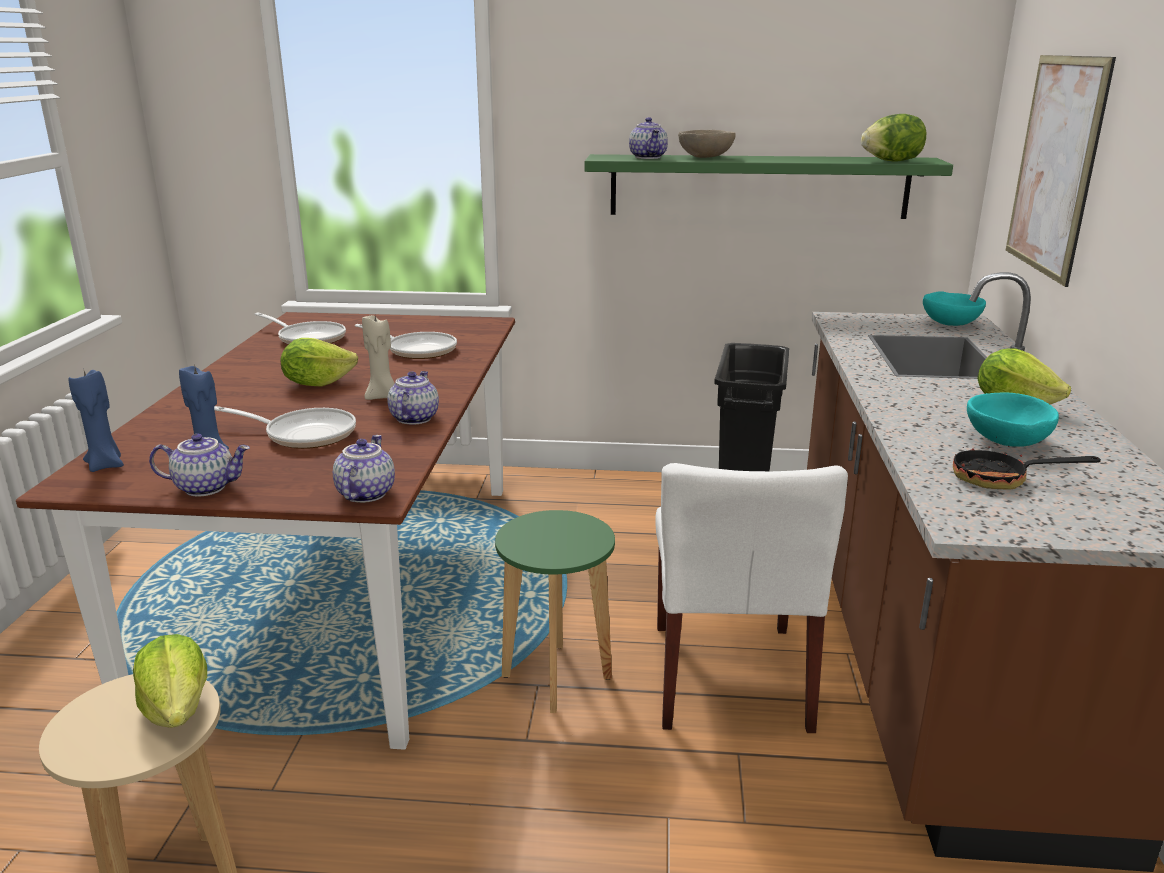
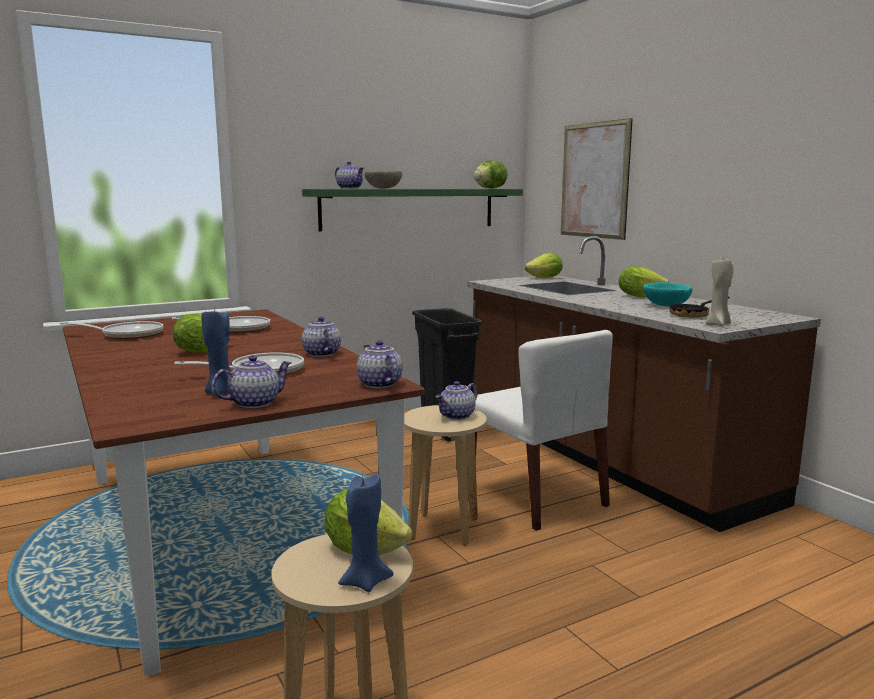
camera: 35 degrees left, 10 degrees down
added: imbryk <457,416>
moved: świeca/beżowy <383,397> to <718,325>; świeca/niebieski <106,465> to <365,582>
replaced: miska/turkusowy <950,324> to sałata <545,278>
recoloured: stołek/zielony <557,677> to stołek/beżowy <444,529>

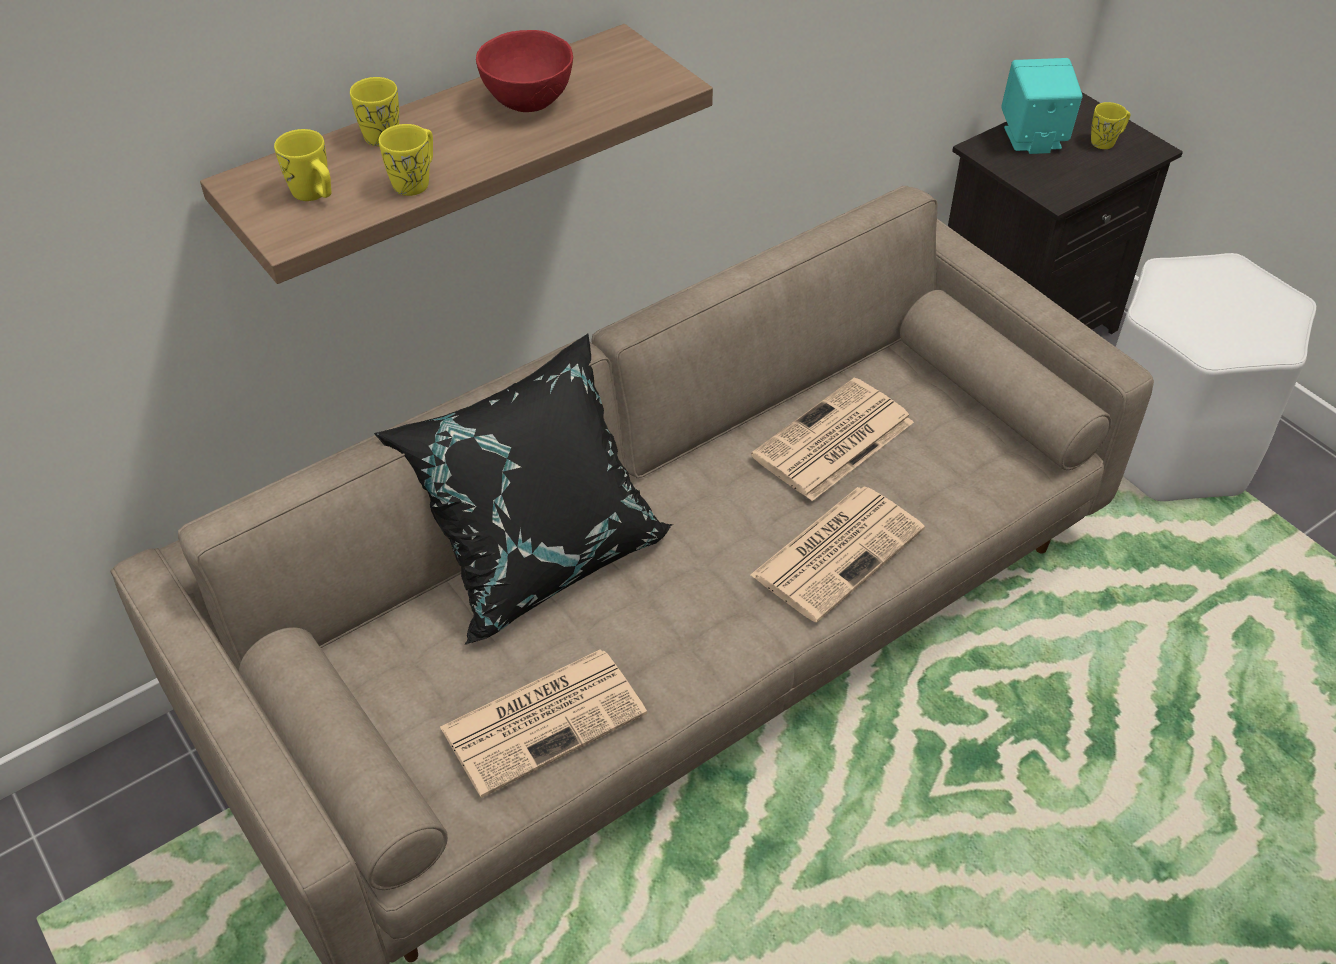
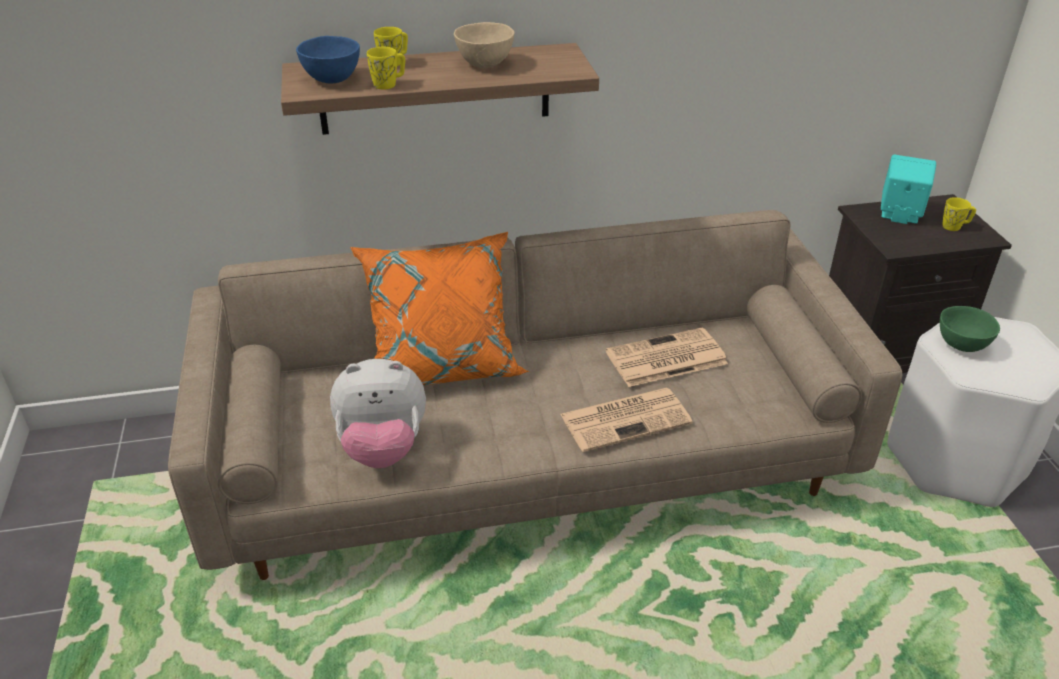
camera: 25 degrees right, 10 degrees down
added: miska/zielony <962,346>
replaced: kubek/żółty <315,194> to miska/niebieski <331,79>; gazeta <545,719> to pluszak <383,448>
recoloured: miska/czerwony <528,101> to miska/beżowy <485,64>; poduszka/czarny <540,552> to poduszka/pomarańczowy <443,364>

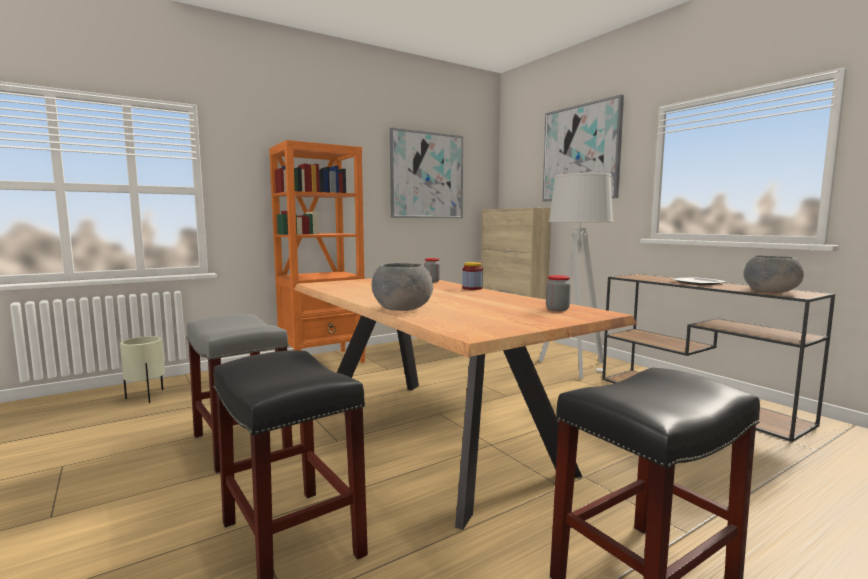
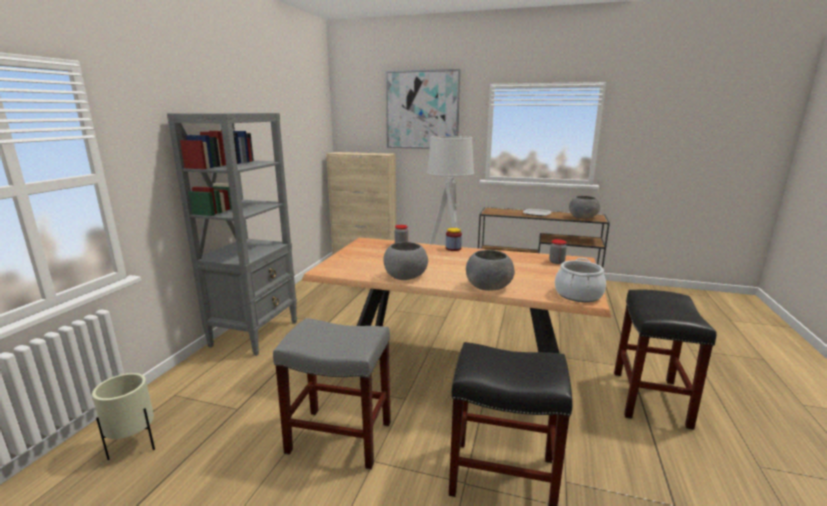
camera: 40 degrees left, 10 degrees up
removed: obraz <427,175>
added: miska/szary <406,276>; garnek <578,294>
recoloured: regał/pomarańczowy <323,361> to regał/szary <255,333>

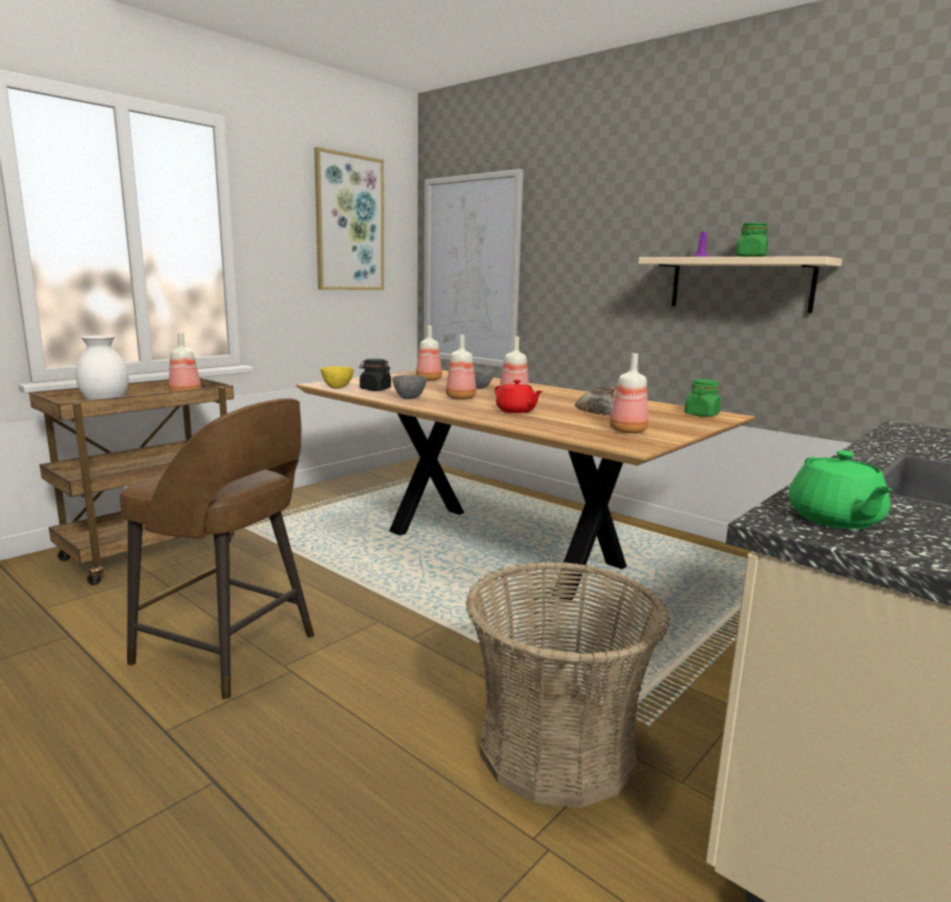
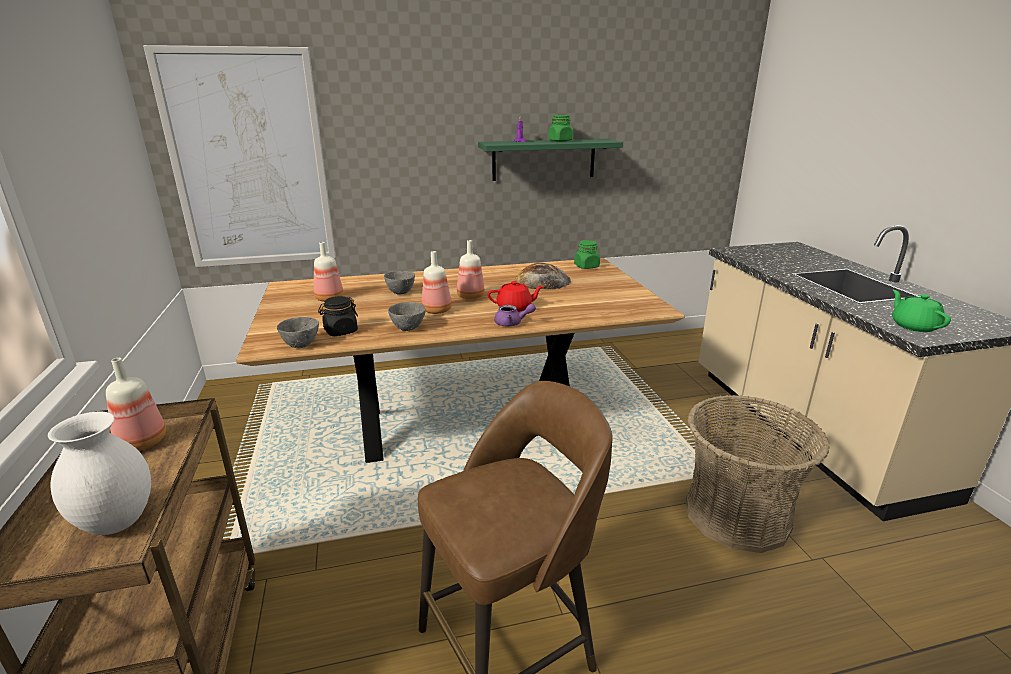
camera: 55 degrees left, 10 degrees up
removed: obraz <349,223>; butelka <626,431>
added: imbryk/fioletowy <512,323>
recoloured: półka/beżowy <740,284> to półka/zielony <544,159>; miska/żółty <337,387> to miska/szary <300,345>
turned: imbryk/zielony <835,520> = <913,326> 135 degrees counterclockwise

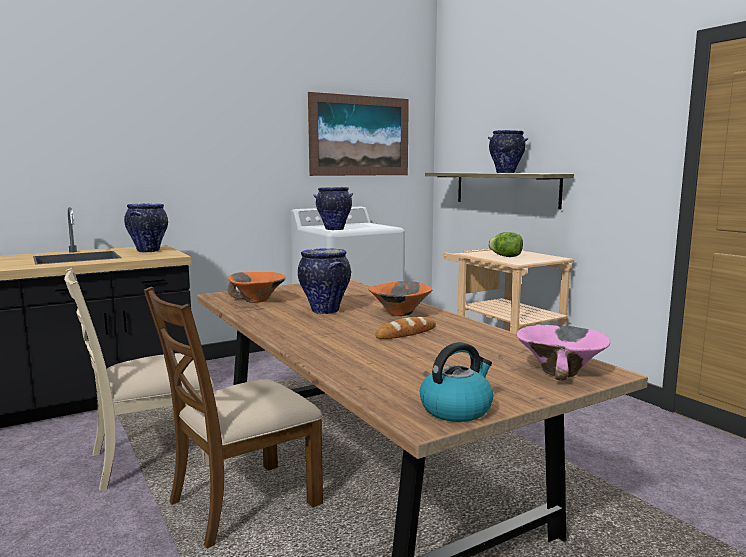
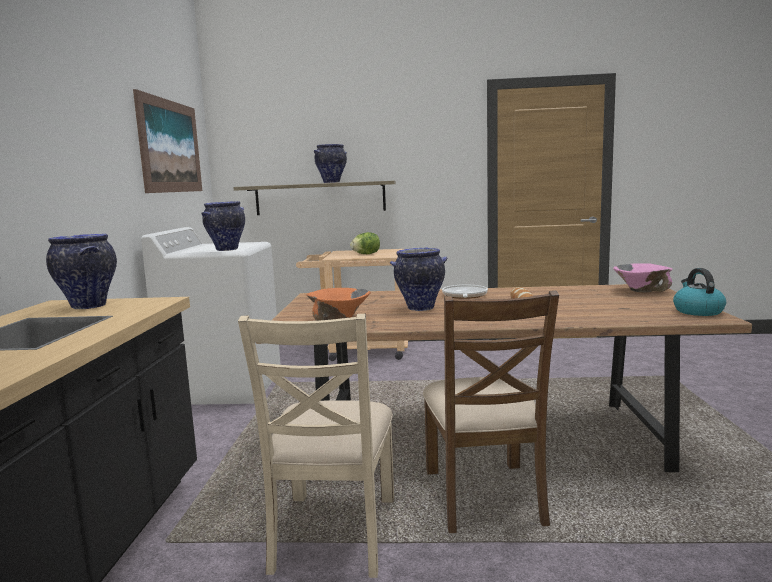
camera: 55 degrees left, 0 degrees up
replaced: miska/pomarańczowy <399,314> to patelnia <464,296>

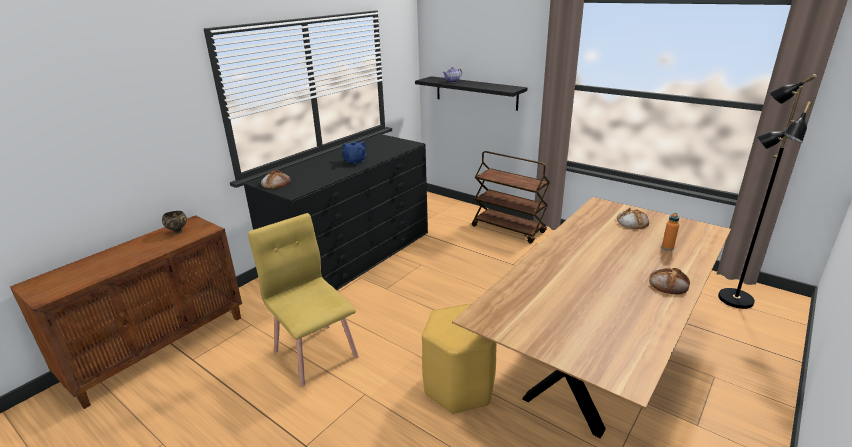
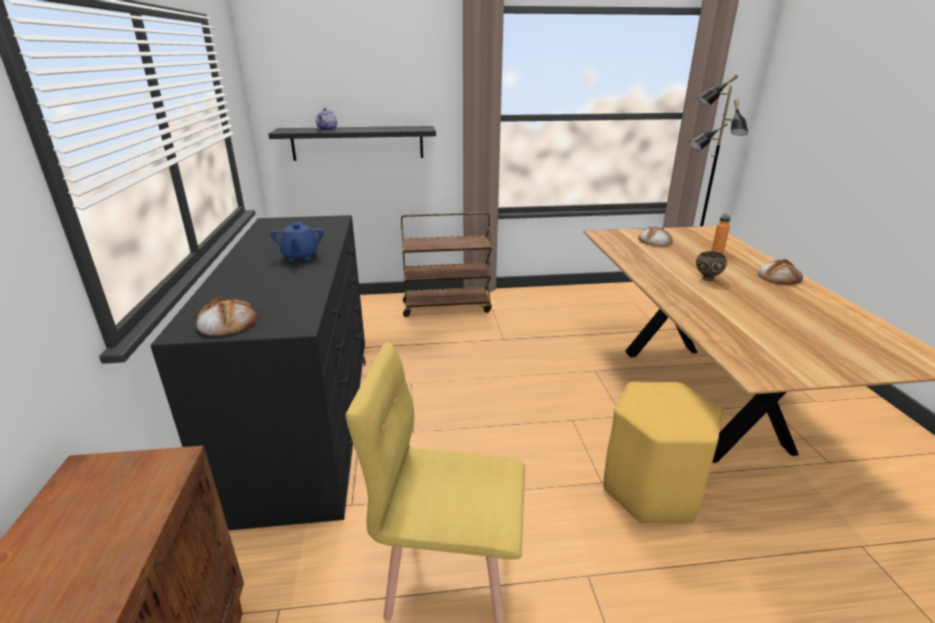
camera: 45 degrees left, 0 degrees up
moved: miska/brązowy <178,231> to <707,278>

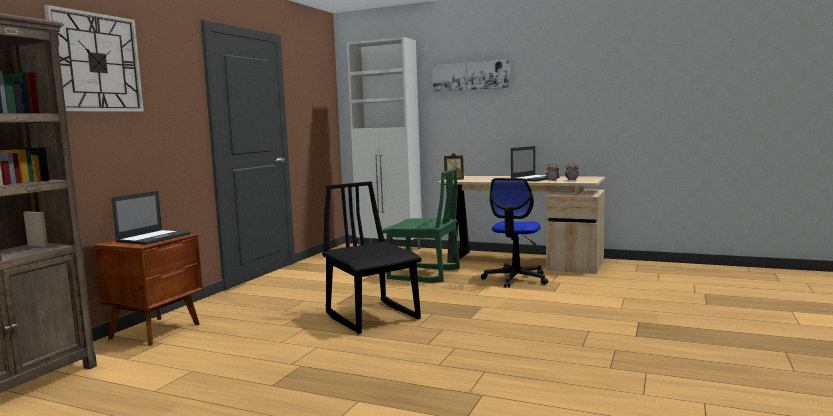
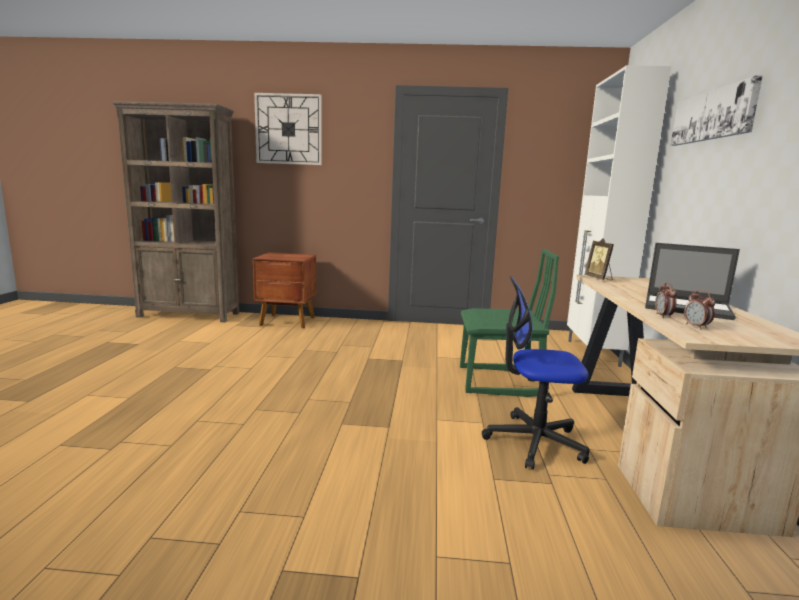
camera: 70 degrees right, 5 degrees up
removed: krzesło/czarny <373,317>; laptop <154,238>
turned: krzesło/zielony <423,275> = <499,382> 90 degrees counterclockwise

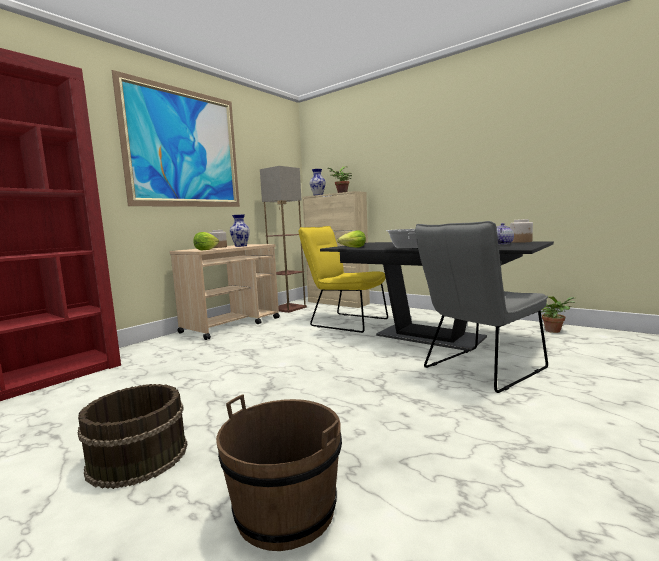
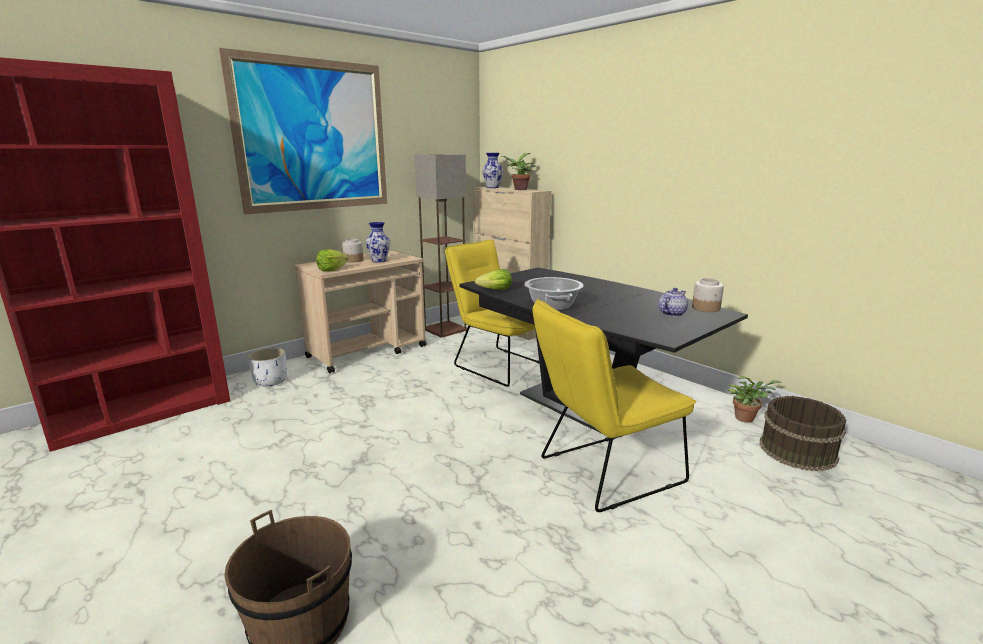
camera: 10 degrees right, 10 degrees up
added: donica/biały <271,381>
moved: wiadro/brązowy <138,456> to <796,450>
recoloured: krzesło/szary <479,370> to krzesło/żółty <603,472>

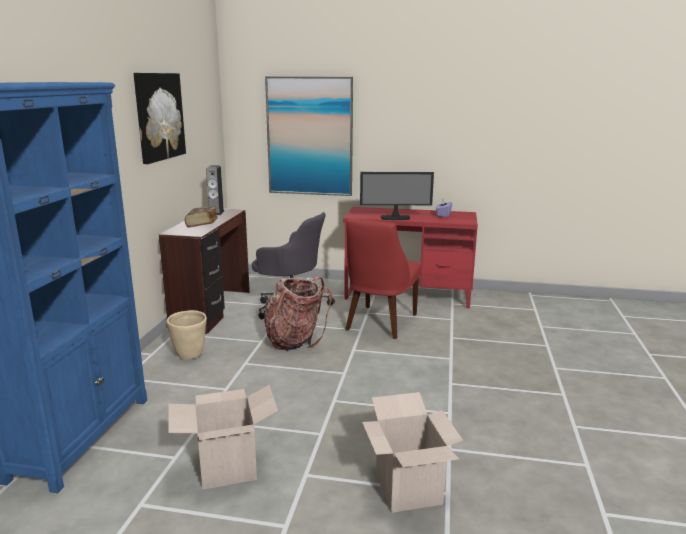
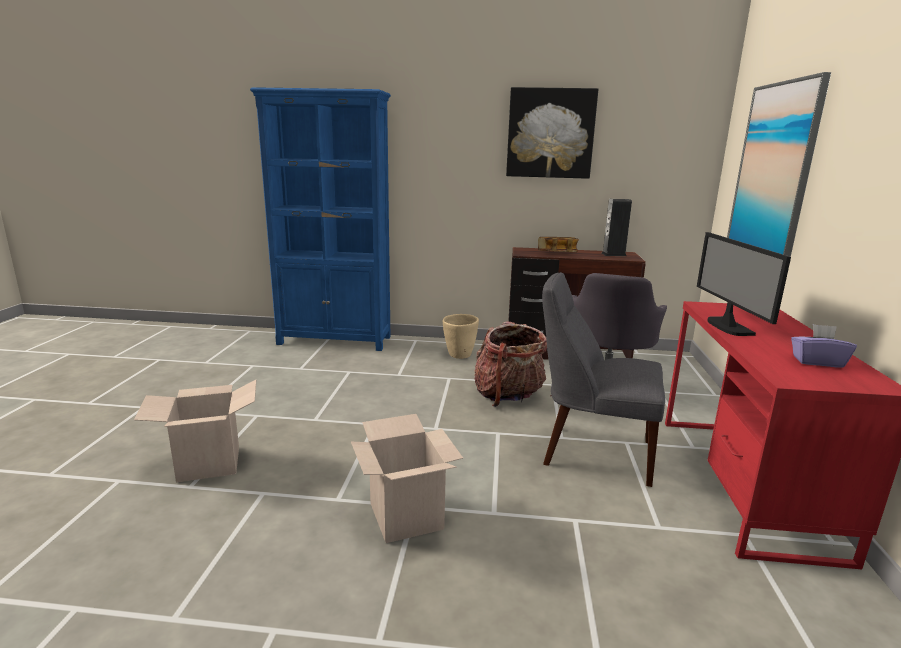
camera: 85 degrees right, 0 degrees up
moved: karton <227,468> to <406,516>
recoloured: krzesło/czerwony <379,323> to krzesło/szary <592,452>

